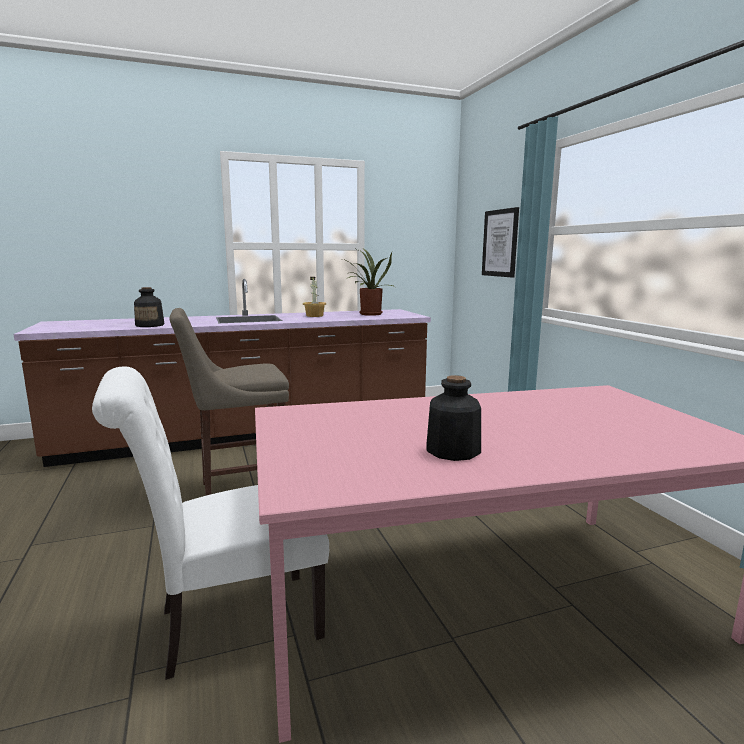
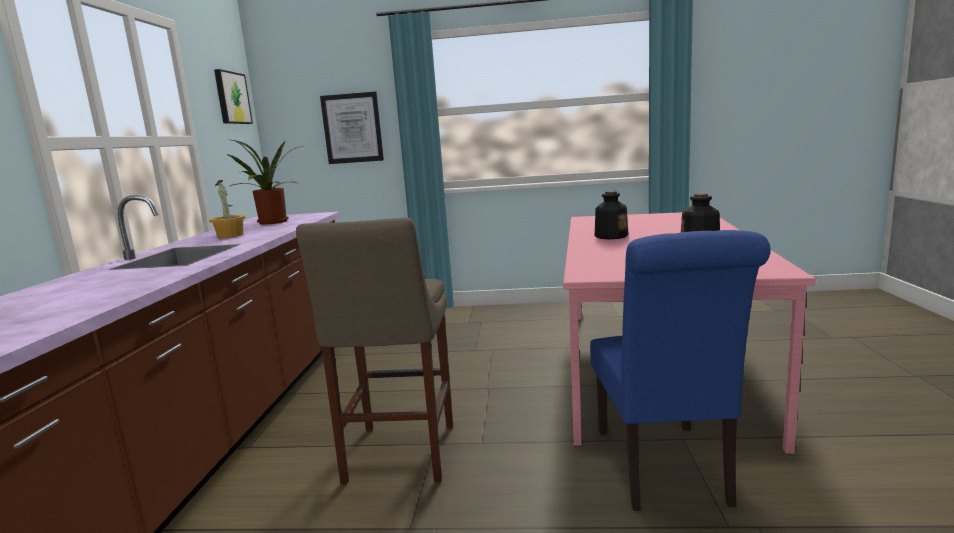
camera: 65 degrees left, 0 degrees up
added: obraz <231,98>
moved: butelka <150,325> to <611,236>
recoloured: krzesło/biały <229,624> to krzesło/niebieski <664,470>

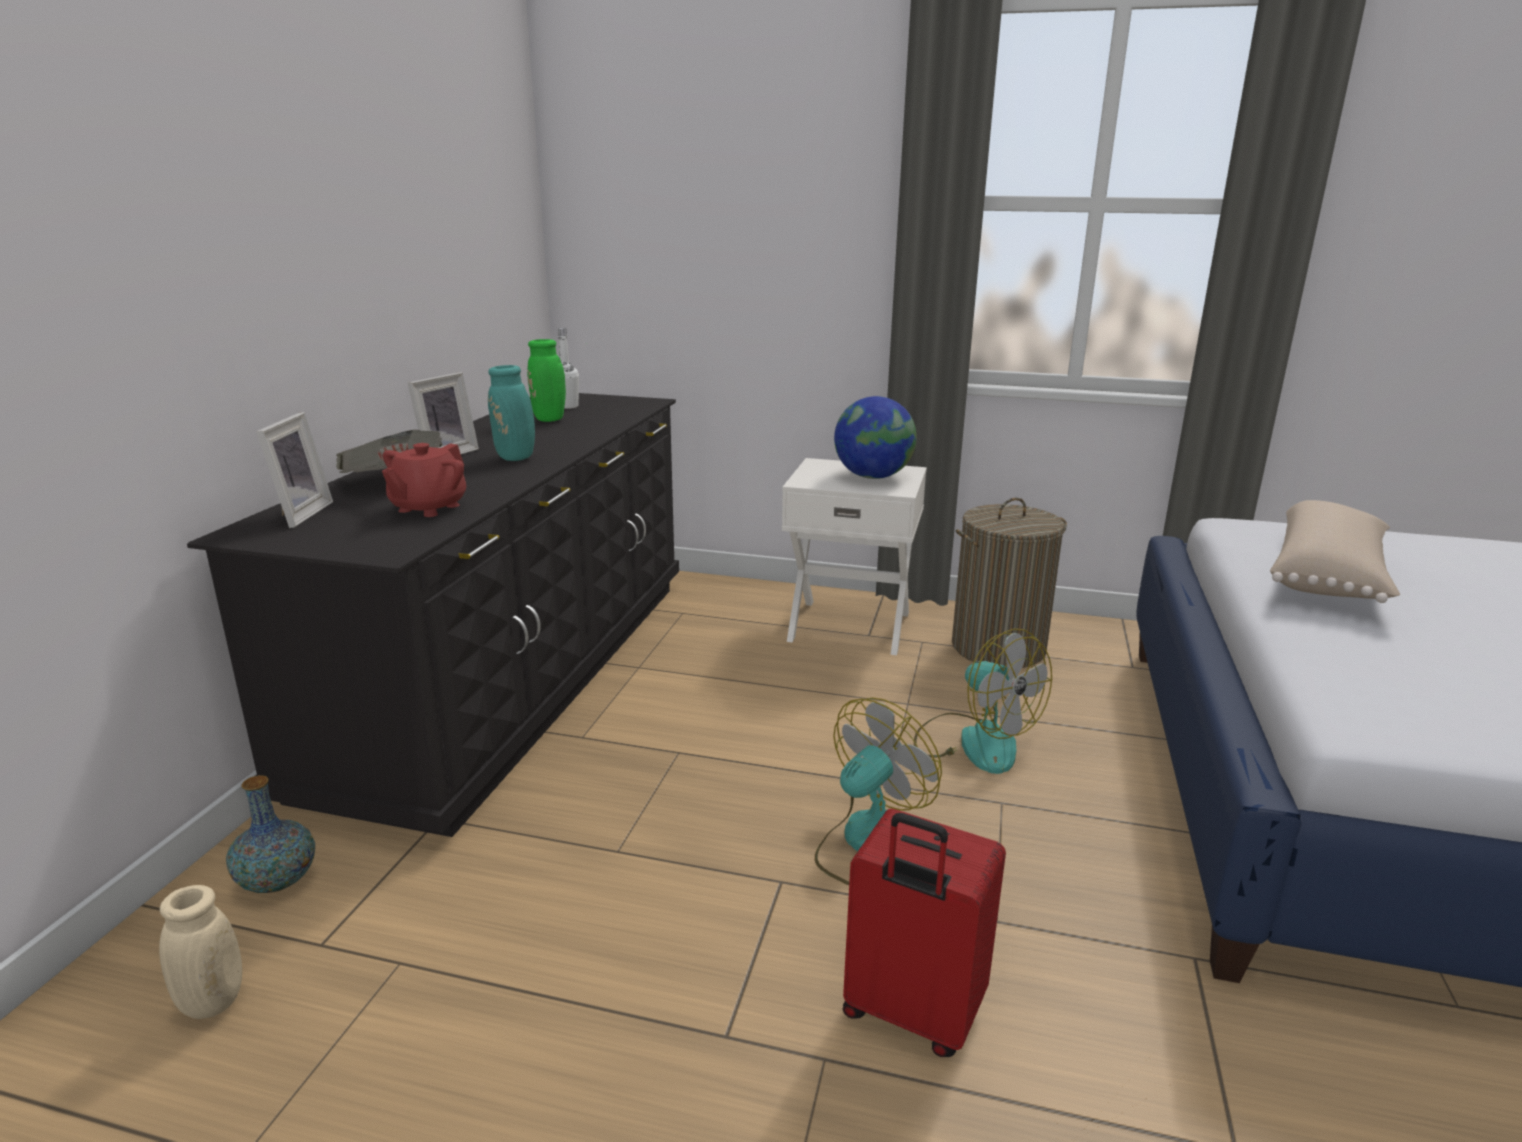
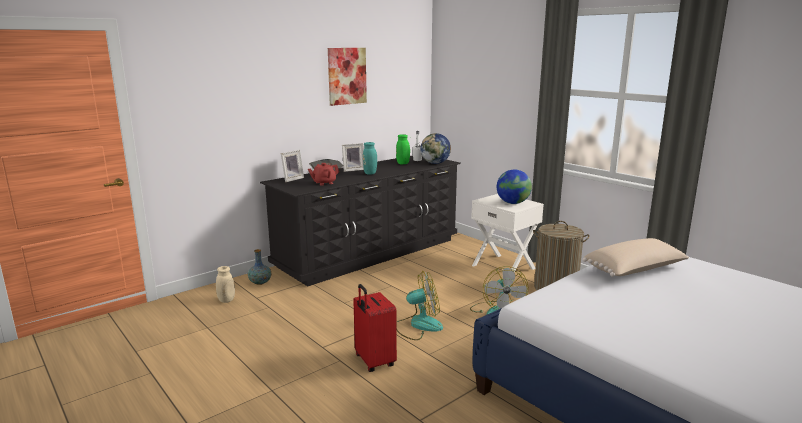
camera: 35 degrees right, 5 degrees down
added: obraz <346,76>; globus <435,163>

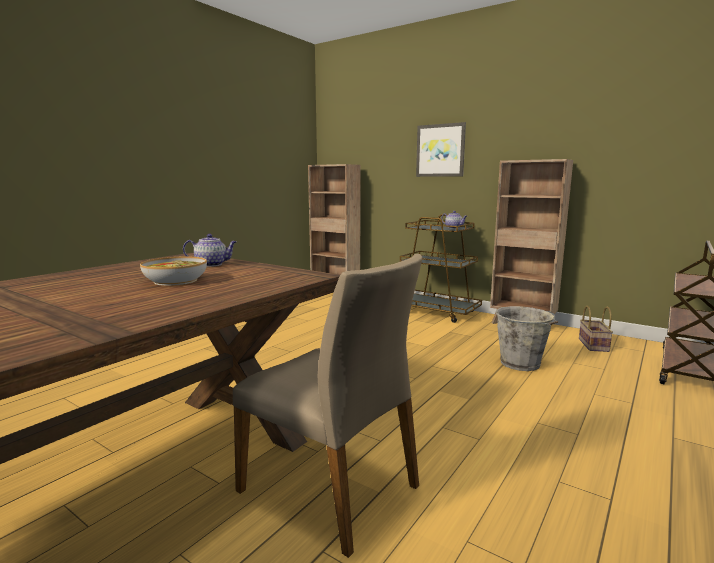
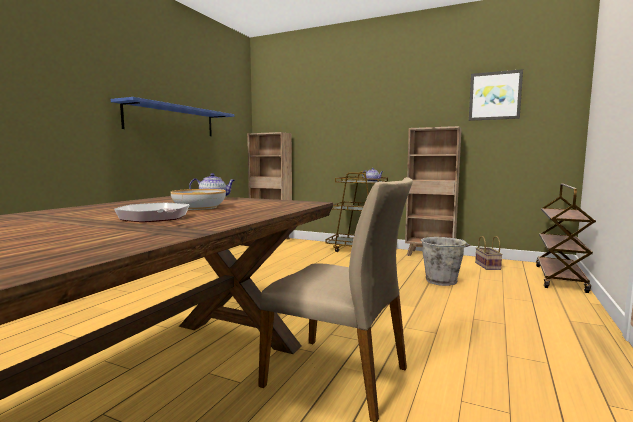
camera: 10 degrees left, 5 degrees down
added: półka/niebieski <171,120>; patelnia <155,218>
moved: obraz <440,150> to <495,96>

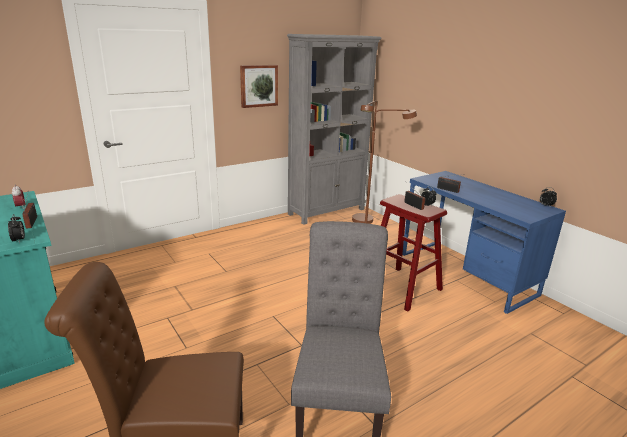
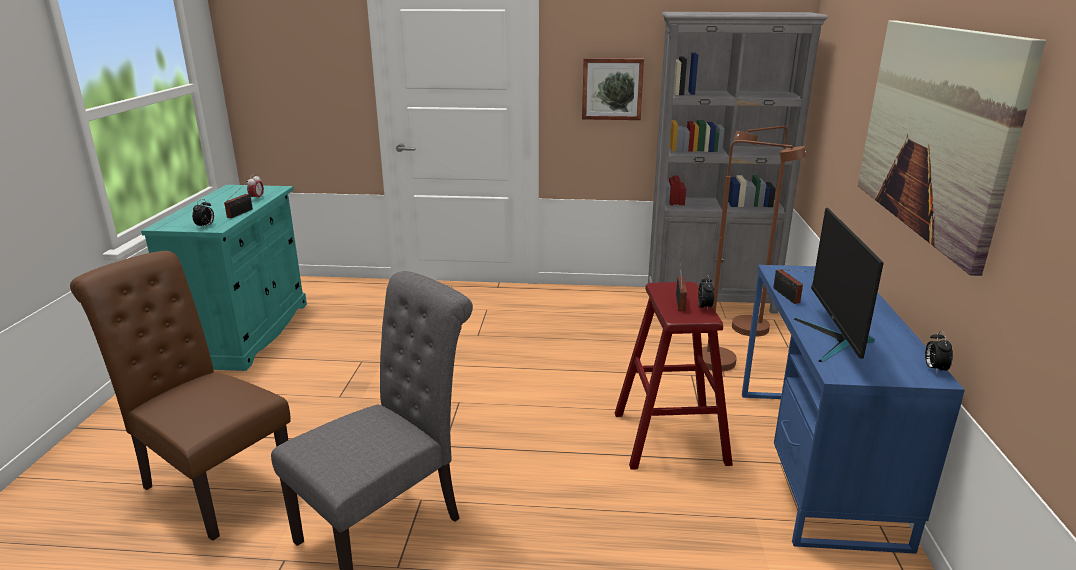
camera: 40 degrees right, 0 degrees up
added: obraz <934,131>; monitor <835,340>

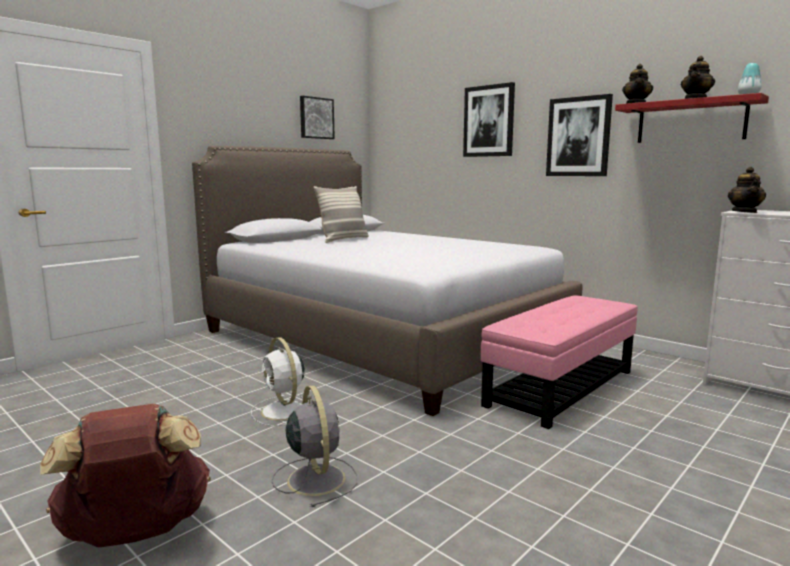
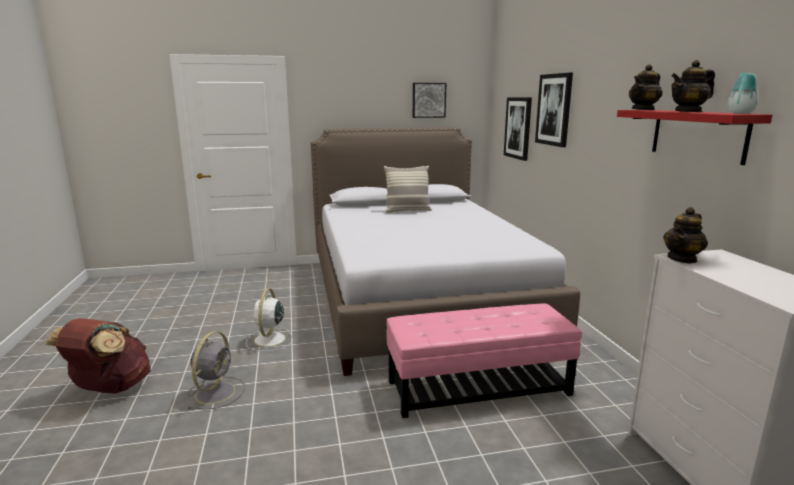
camera: 35 degrees right, 5 degrees up
moved: obraz <578,137> to <518,128>

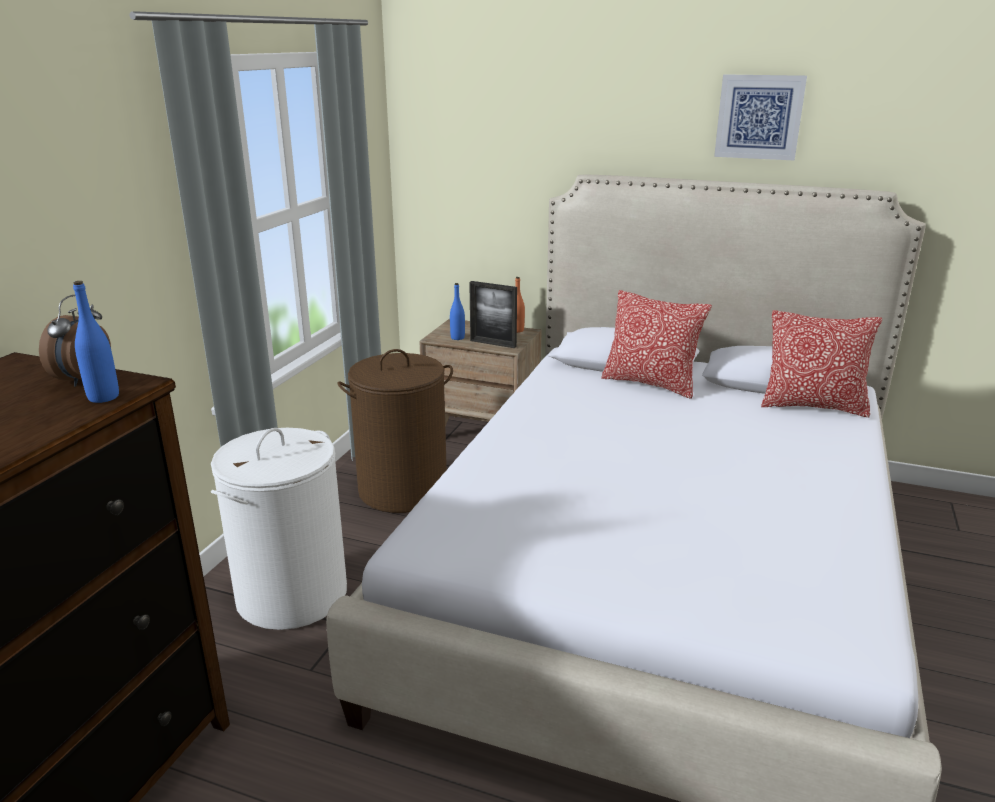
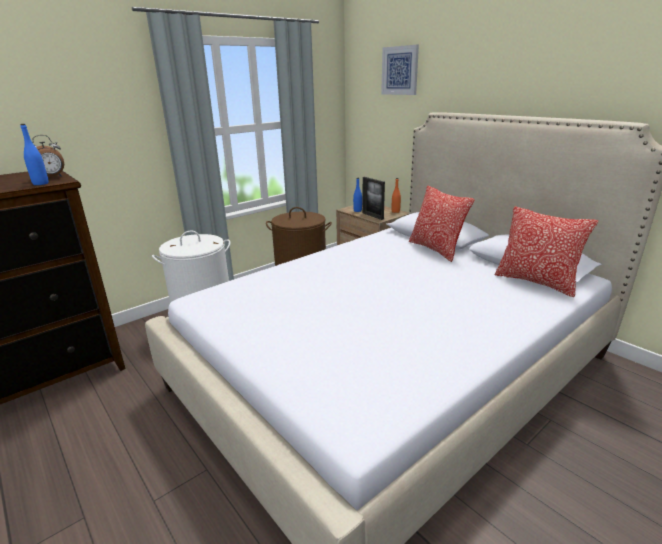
camera: 30 degrees right, 0 degrees up
moved: obraz <759,117> to <400,70>

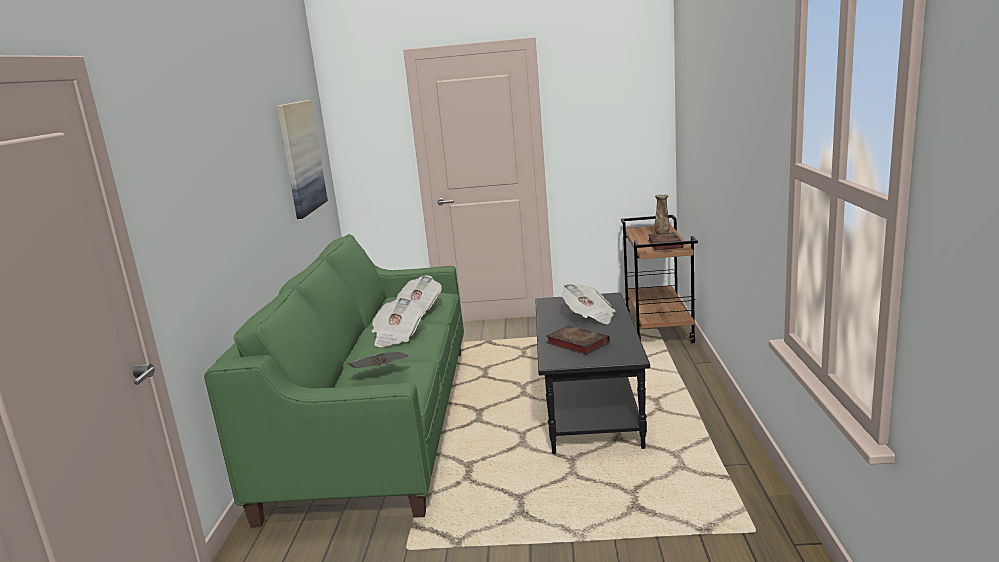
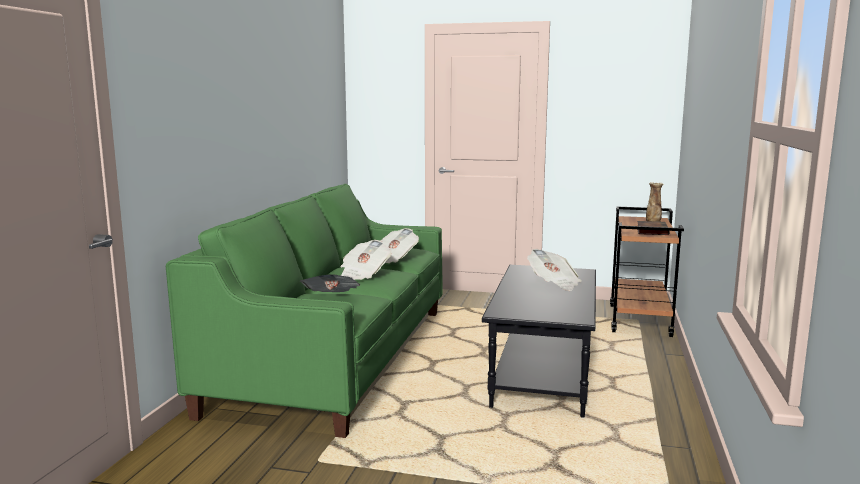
camera: 10 degrees right, 5 degrees down
removed: obraz <301,157>; książka <576,343>

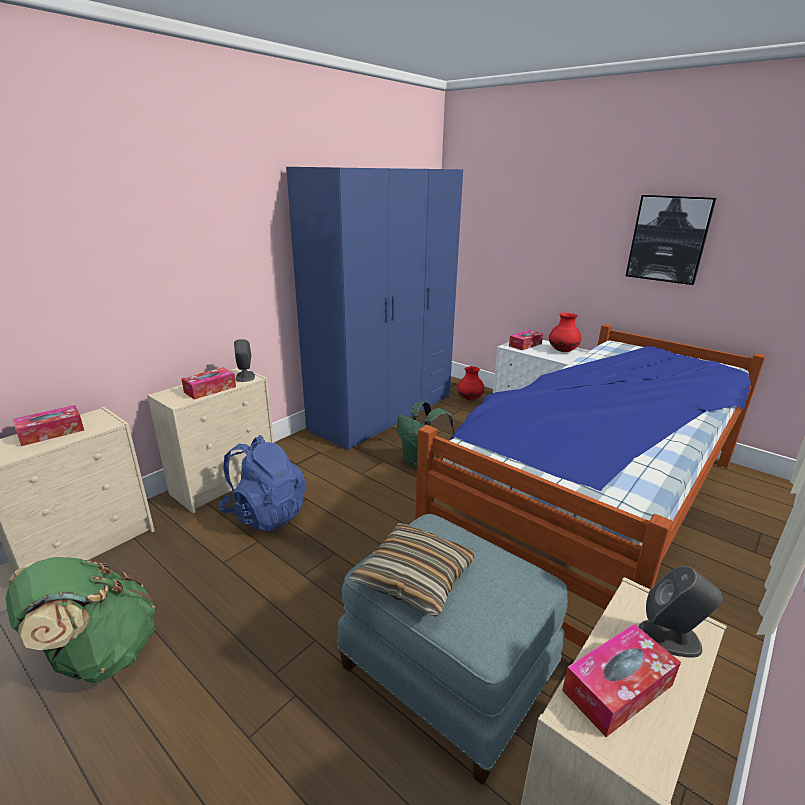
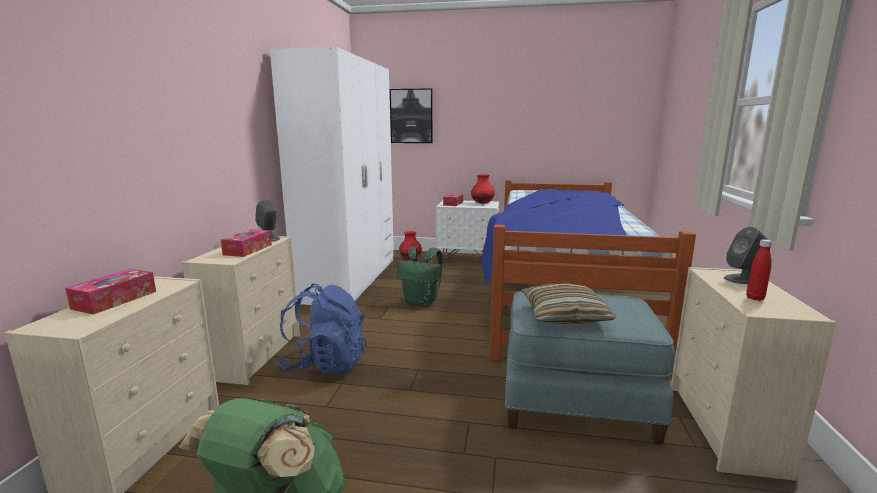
camera: 30 degrees left, 10 degrees down
moved: obraz <668,239> to <411,116>
replaced: pudełko chusteczek <617,688> to butelka/czerwony <755,298>
recoloured: szafa/niebieski <383,412> to szafa/biały <350,279>

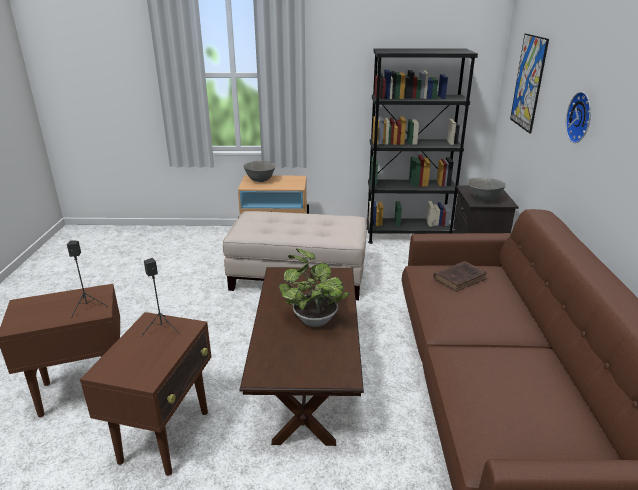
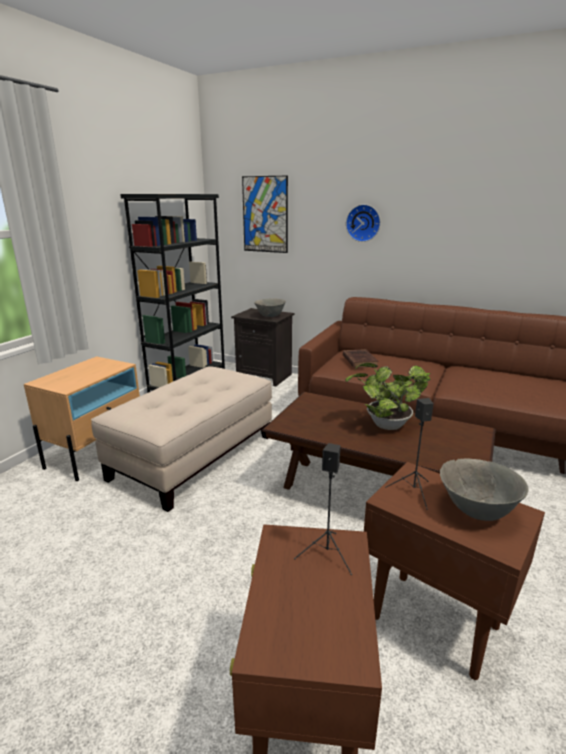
camera: 65 degrees left, 5 degrees down
moved: miska/szary <260,180> to <476,511>

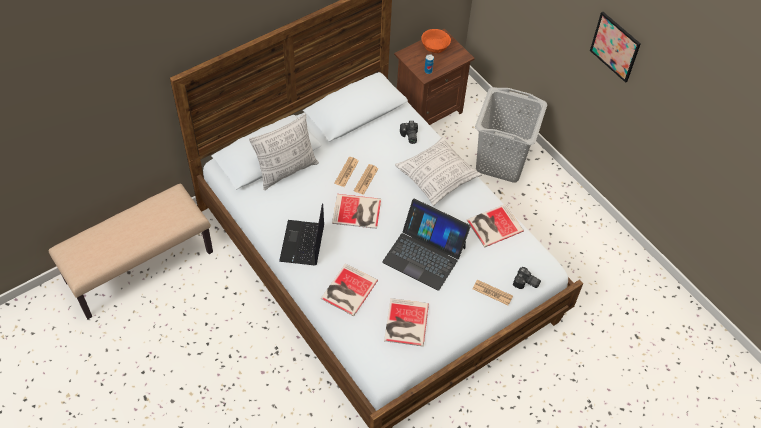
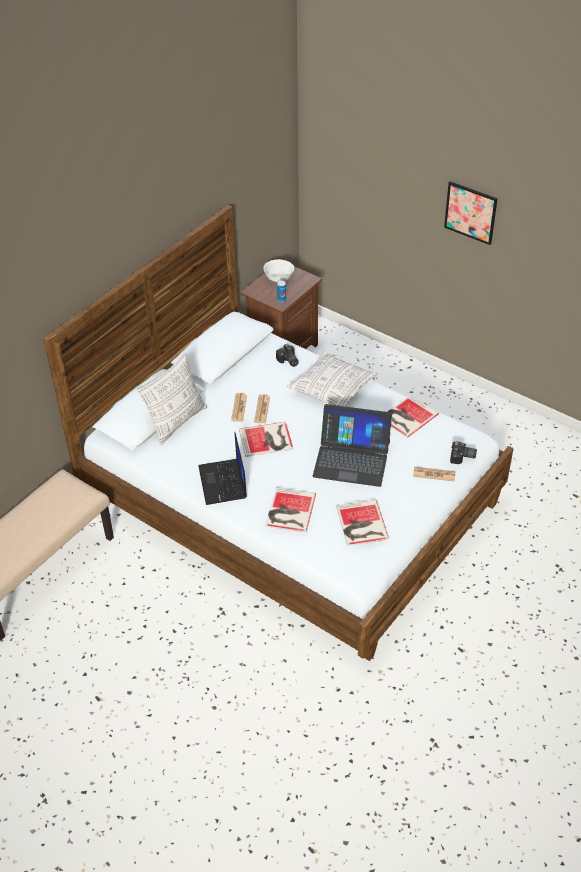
camera: 15 degrees left, 10 degrees down
removed: kosz na pranie/szary <501,162>
recoloured: miska/pomarańczowy <435,48> to miska/biały <279,278>

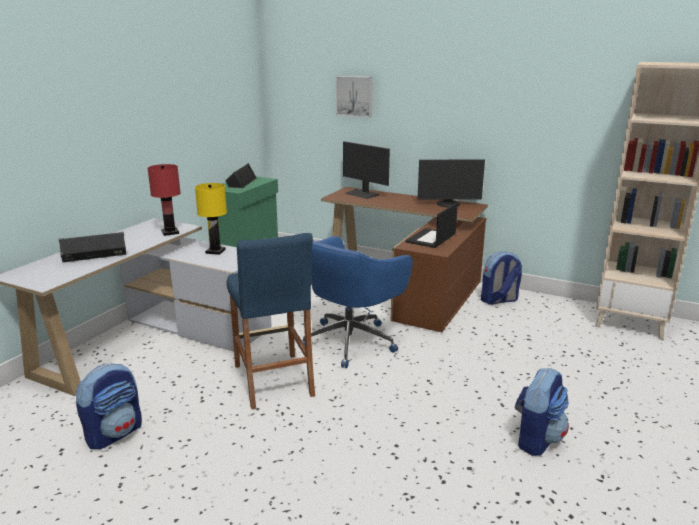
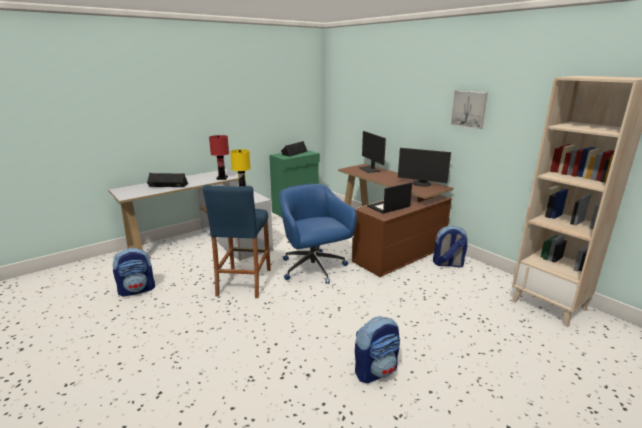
camera: 25 degrees right, 0 degrees up
moved: obraz <355,96> to <469,109>
turned: krzesło biurowe/niebieski <351,341> = <314,269> 90 degrees clockwise

